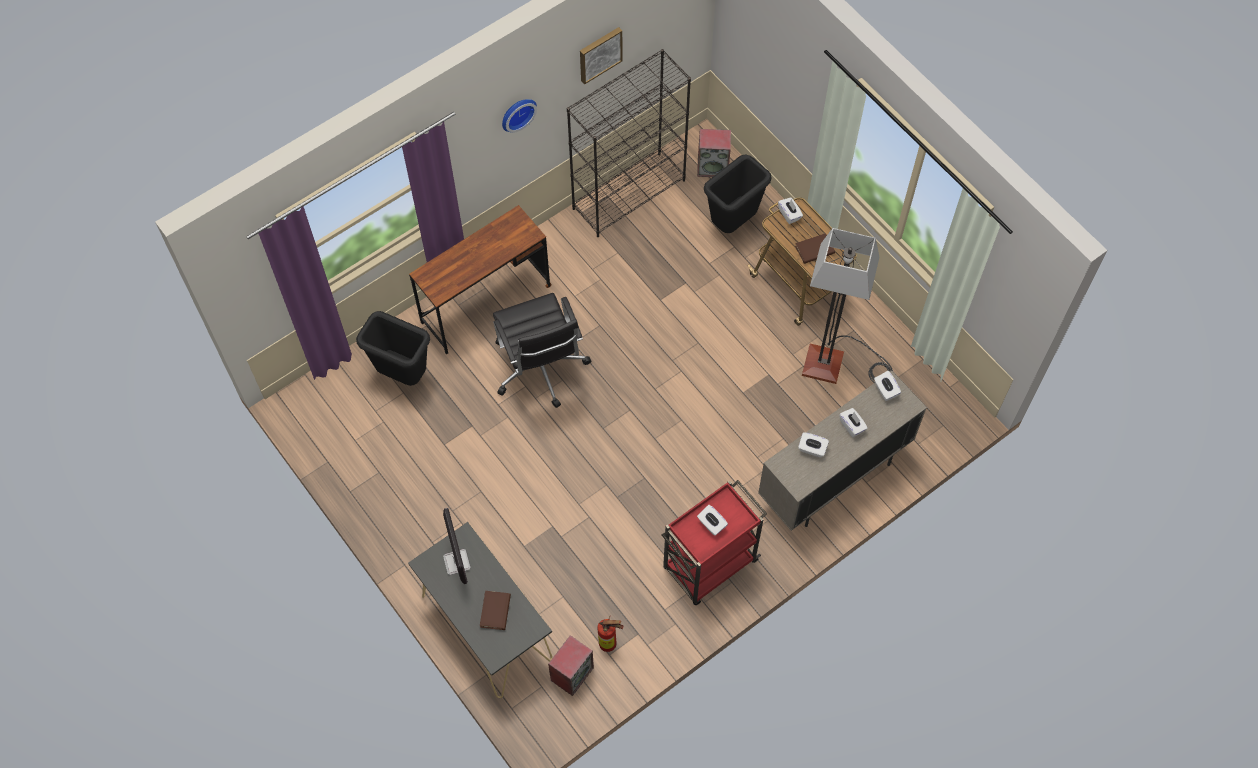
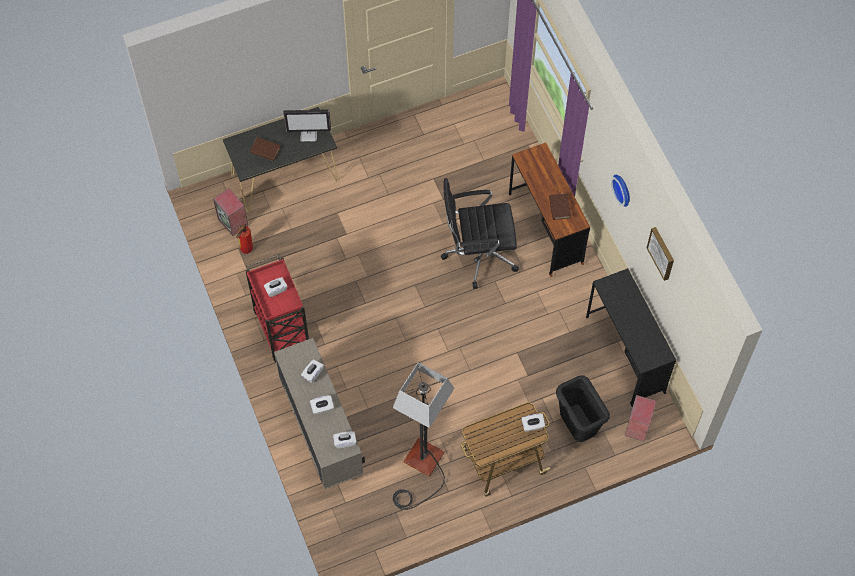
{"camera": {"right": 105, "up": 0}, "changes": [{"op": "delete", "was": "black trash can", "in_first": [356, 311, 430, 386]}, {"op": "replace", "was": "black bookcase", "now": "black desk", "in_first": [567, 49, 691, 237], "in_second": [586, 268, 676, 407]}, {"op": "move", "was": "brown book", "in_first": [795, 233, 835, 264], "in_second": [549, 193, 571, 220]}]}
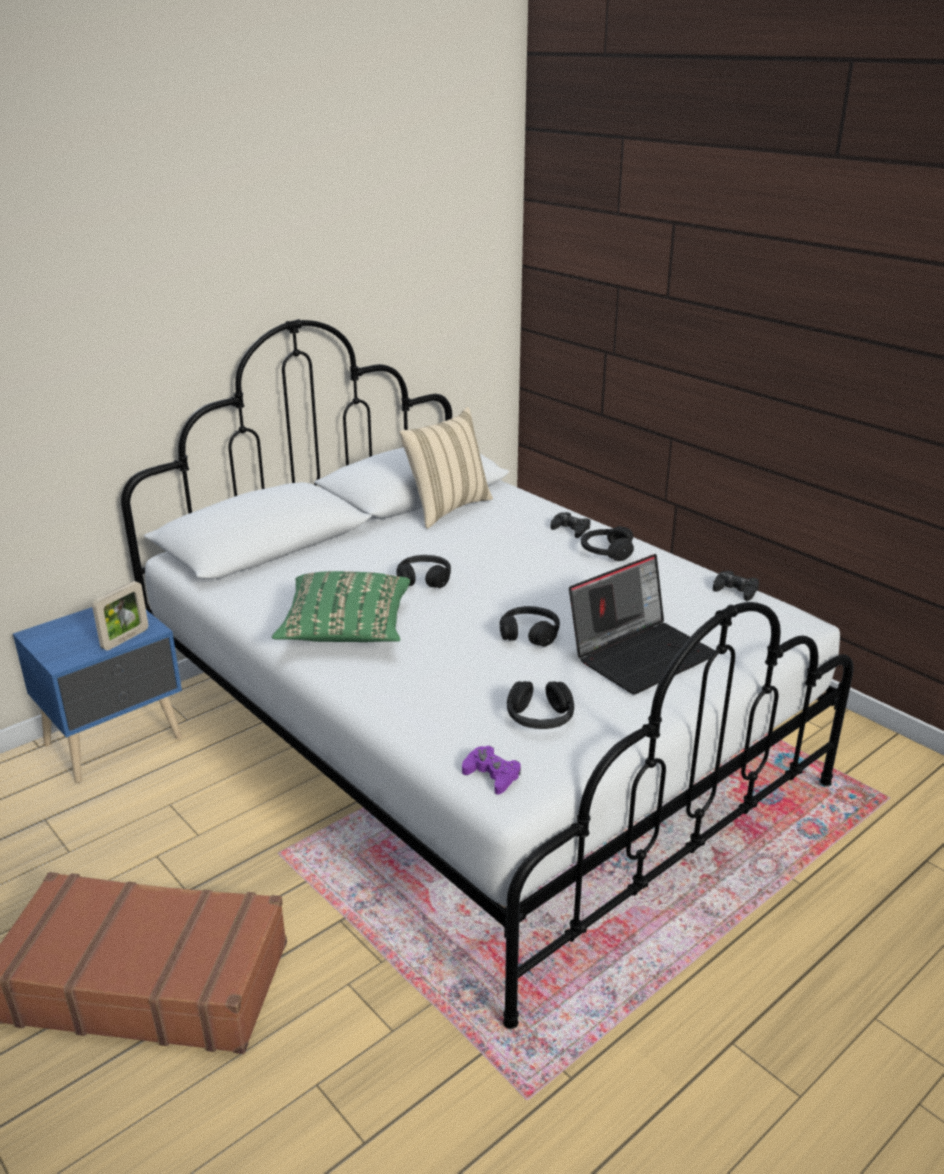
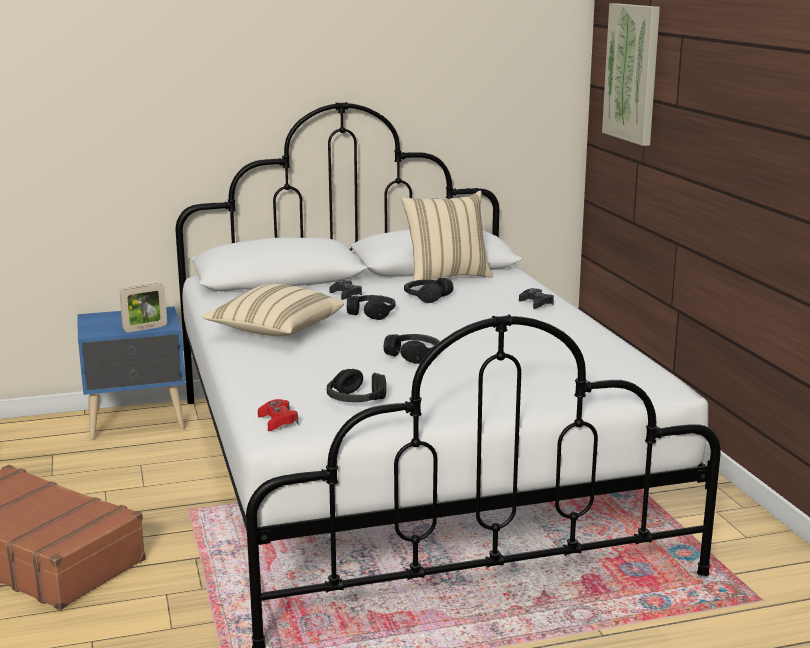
{"camera": {"right": 25, "up": -10}, "changes": [{"op": "recolor", "was": "green pillow", "now": "beige pillow", "in_first": [272, 571, 410, 642], "in_second": [202, 284, 344, 336]}, {"op": "recolor", "was": "purple game controller", "now": "red game controller", "in_first": [462, 746, 521, 795], "in_second": [258, 399, 298, 431]}, {"op": "delete", "was": "laptop", "in_first": [569, 554, 715, 695]}, {"op": "move", "was": "black headphones", "in_first": [581, 526, 634, 561], "in_second": [404, 278, 453, 303]}, {"op": "move", "was": "black game controller", "in_first": [713, 571, 759, 601], "in_second": [330, 280, 362, 300]}, {"op": "insert", "now": "picture", "in_second": [602, 3, 660, 146]}]}
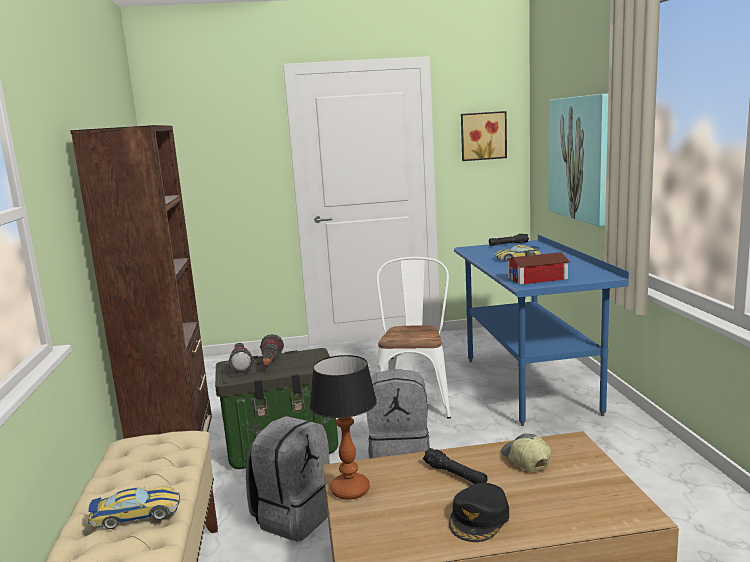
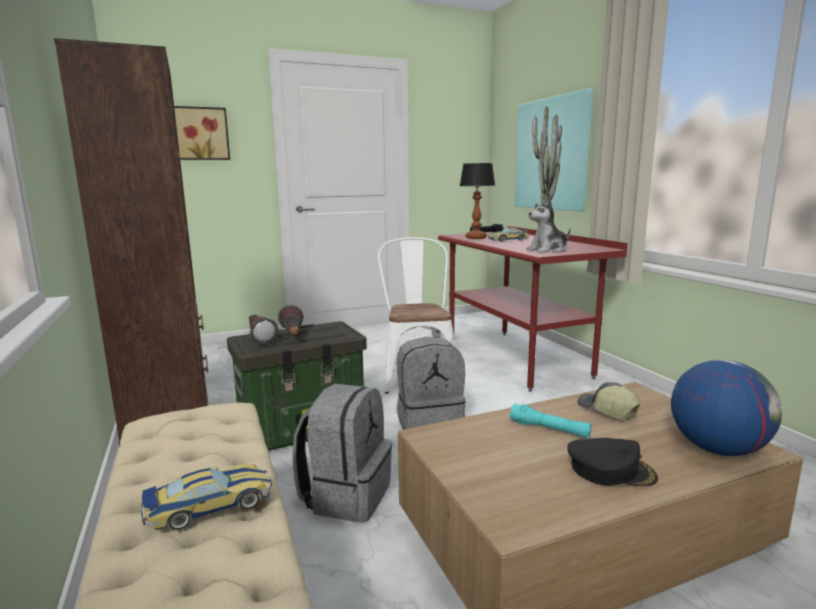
{"camera": {"right": -15, "up": 0}, "changes": [{"op": "move", "was": "table lamp", "in_first": [310, 355, 377, 500], "in_second": [460, 163, 495, 239]}, {"op": "recolor", "was": "black flashlight", "now": "turquoise flashlight", "in_first": [423, 448, 488, 484], "in_second": [509, 404, 591, 438]}, {"op": "rotate", "was": "black cap", "in_first": [449, 483, 509, 542], "in_second": [567, 438, 658, 486], "clockwise": -90}, {"op": "recolor", "was": "blue desk", "now": "red desk", "in_first": [454, 235, 629, 426], "in_second": [438, 226, 628, 392]}, {"op": "move", "was": "picture", "in_first": [461, 111, 507, 161], "in_second": [174, 106, 230, 160]}, {"op": "replace", "was": "toy house", "now": "plush toy", "in_first": [506, 251, 570, 285], "in_second": [526, 197, 571, 253]}, {"op": "insert", "now": "globe", "in_second": [671, 360, 782, 456]}]}
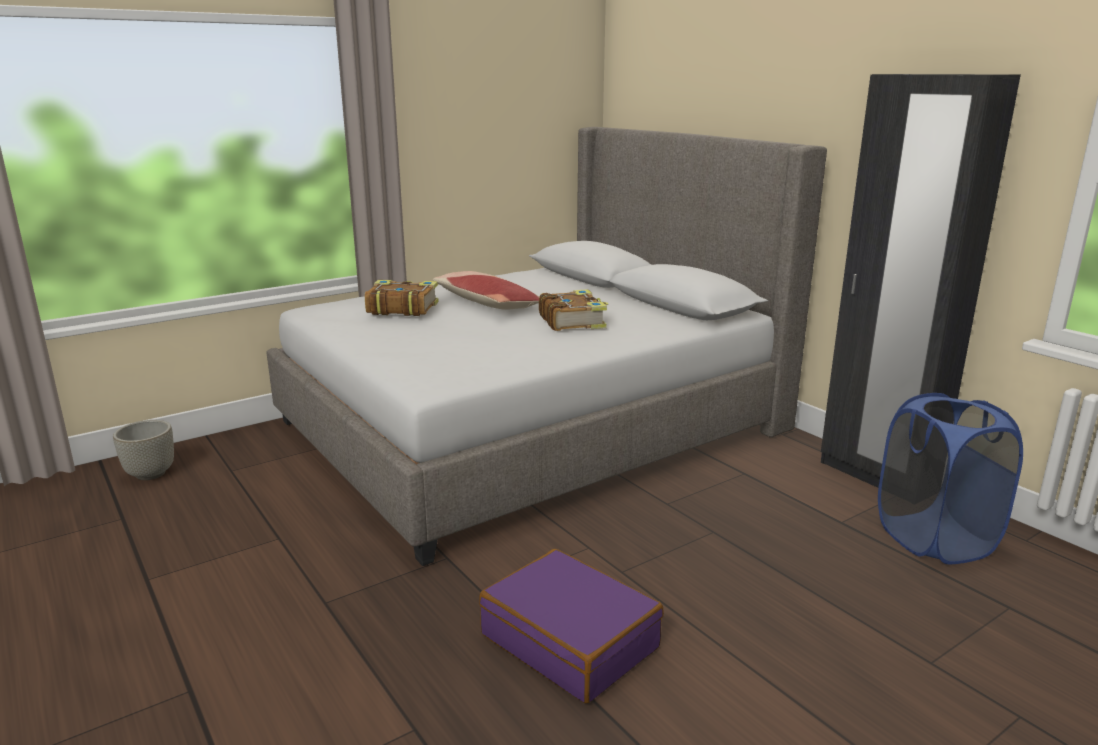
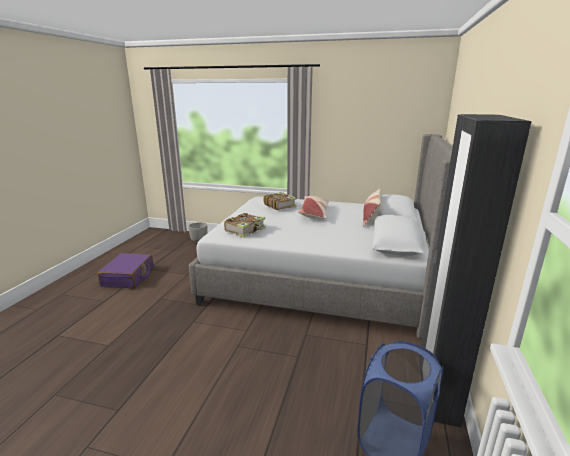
{"camera": {"right": 50, "up": 0}, "changes": [{"op": "move", "was": "purple suitcase", "in_first": [479, 549, 664, 703], "in_second": [97, 253, 154, 288]}, {"op": "move", "was": "book", "in_first": [539, 289, 608, 331], "in_second": [224, 213, 266, 237]}, {"op": "insert", "now": "pillow", "in_second": [363, 188, 381, 227]}]}
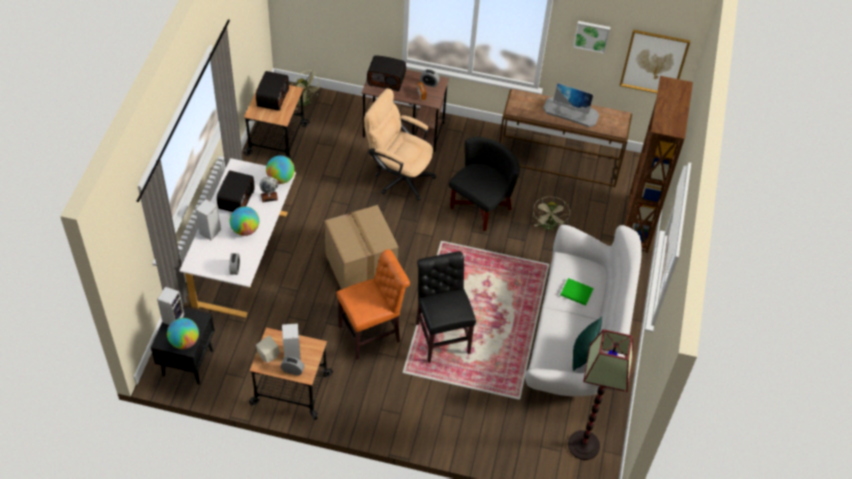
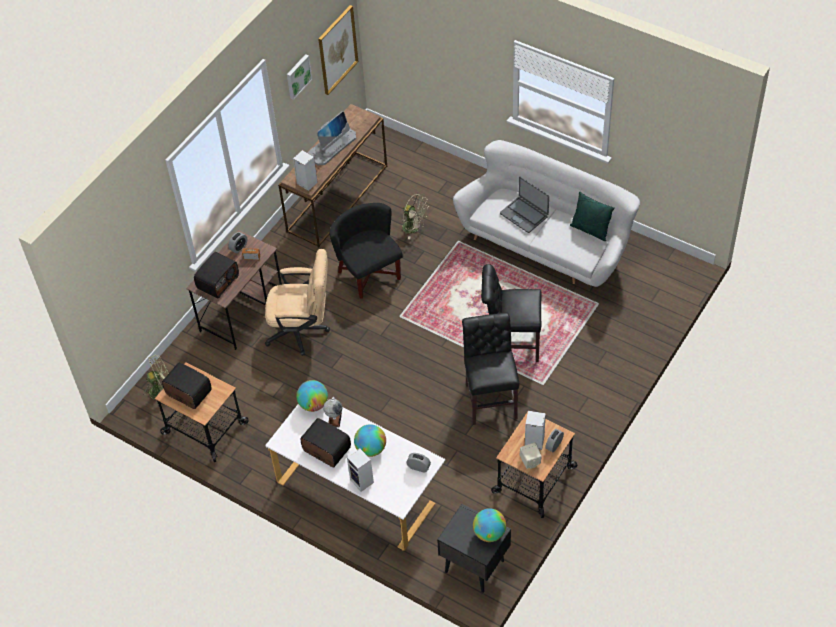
{"camera": {"right": -65, "up": 0}, "changes": [{"op": "move", "was": "speaker", "in_first": [157, 287, 184, 325], "in_second": [293, 150, 318, 191]}, {"op": "delete", "was": "cardboard box", "in_first": [324, 205, 399, 290]}, {"op": "recolor", "was": "orange chair", "now": "black chair", "in_first": [337, 249, 410, 360], "in_second": [462, 313, 520, 425]}, {"op": "rotate", "was": "beige office chair", "in_first": [364, 88, 436, 201], "in_second": [265, 249, 330, 356], "clockwise": -135}, {"op": "replace", "was": "green book", "now": "laptop", "in_first": [560, 278, 594, 306], "in_second": [500, 177, 549, 233]}, {"op": "delete", "was": "floor lamp", "in_first": [568, 329, 633, 460]}, {"op": "delete", "was": "brown bookcase", "in_first": [625, 76, 693, 253]}]}
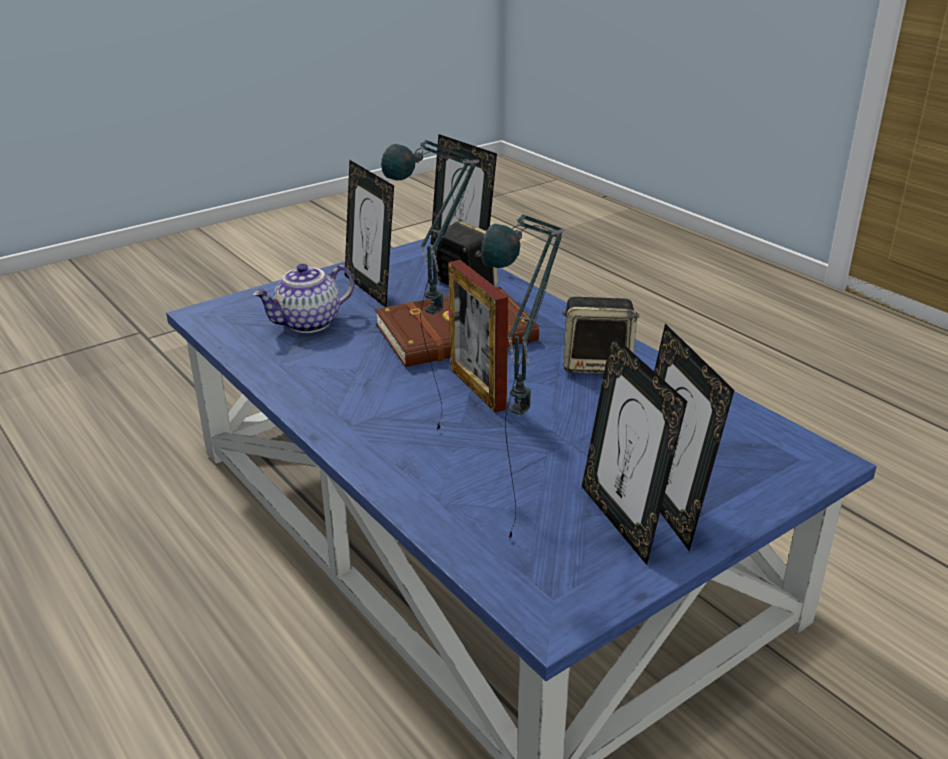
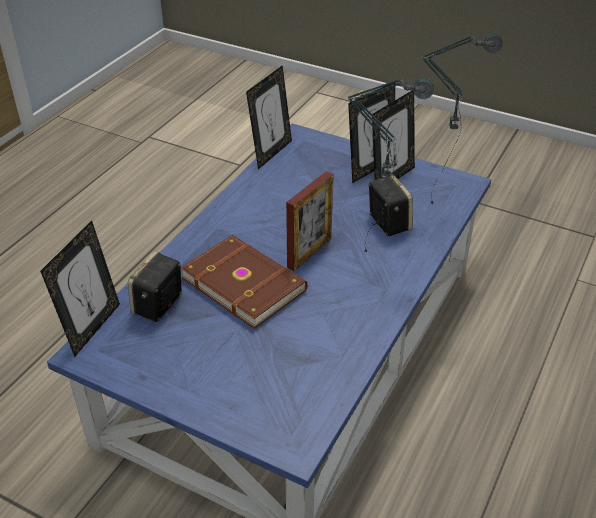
{"camera": {"right": -115, "up": 10}, "changes": [{"op": "delete", "was": "teapot", "in_first": [253, 264, 354, 333]}, {"op": "move", "was": "picture frame", "in_first": [345, 160, 394, 307], "in_second": [246, 65, 292, 169]}, {"op": "move", "was": "speaker", "in_first": [563, 297, 640, 374], "in_second": [368, 174, 413, 236]}]}
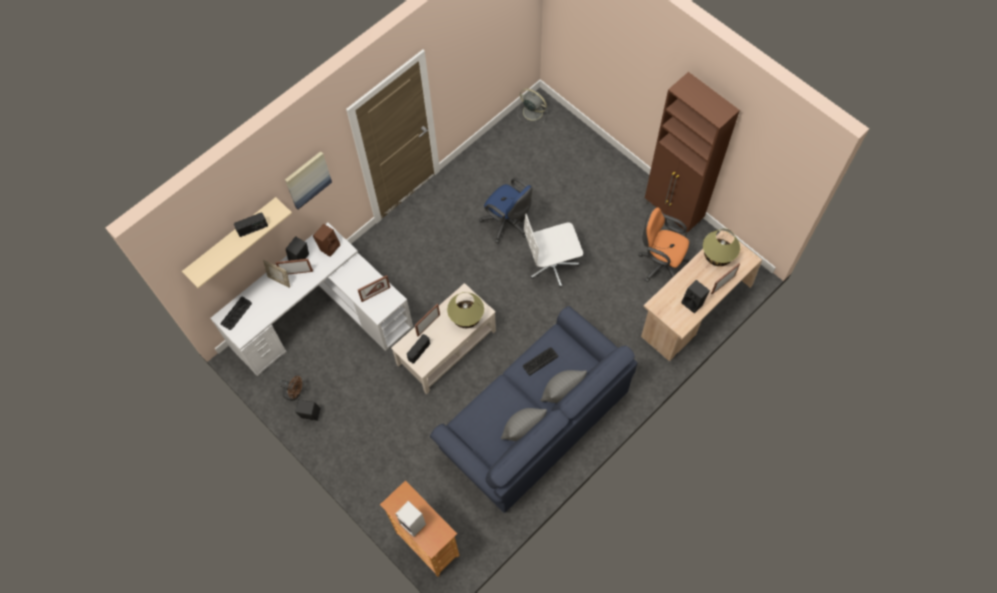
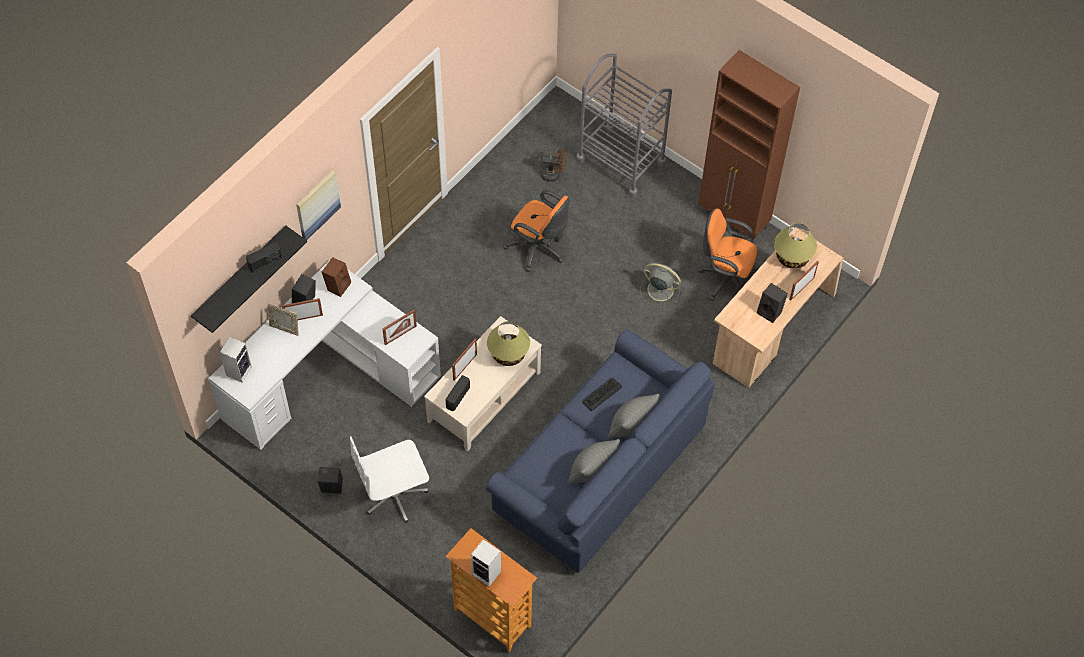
{"camera": {"right": -10, "up": -5}, "changes": [{"op": "recolor", "was": "beige shelf", "now": "black shelf", "in_first": [182, 197, 292, 288], "in_second": [191, 226, 307, 333]}, {"op": "replace", "was": "keyboard", "now": "speaker", "in_first": [220, 296, 252, 330], "in_second": [220, 337, 252, 383]}, {"op": "move", "was": "brown fan", "in_first": [279, 376, 302, 401], "in_second": [541, 149, 567, 182]}, {"op": "recolor", "was": "blue office chair", "now": "orange office chair", "in_first": [479, 178, 533, 243], "in_second": [503, 190, 570, 272]}, {"op": "move", "was": "grey fan", "in_first": [517, 89, 548, 123], "in_second": [640, 263, 681, 305]}, {"op": "move", "was": "white office chair", "in_first": [524, 214, 583, 287], "in_second": [350, 436, 429, 523]}, {"op": "insert", "now": "grey cart", "in_second": [576, 54, 672, 198]}]}
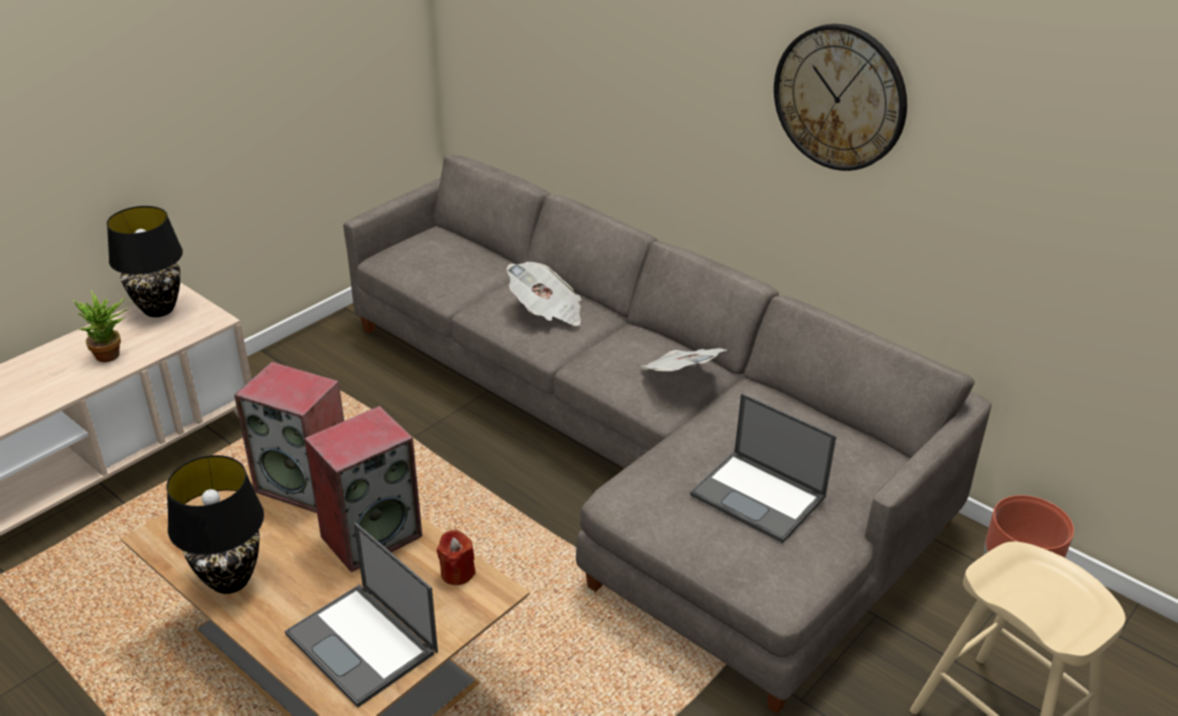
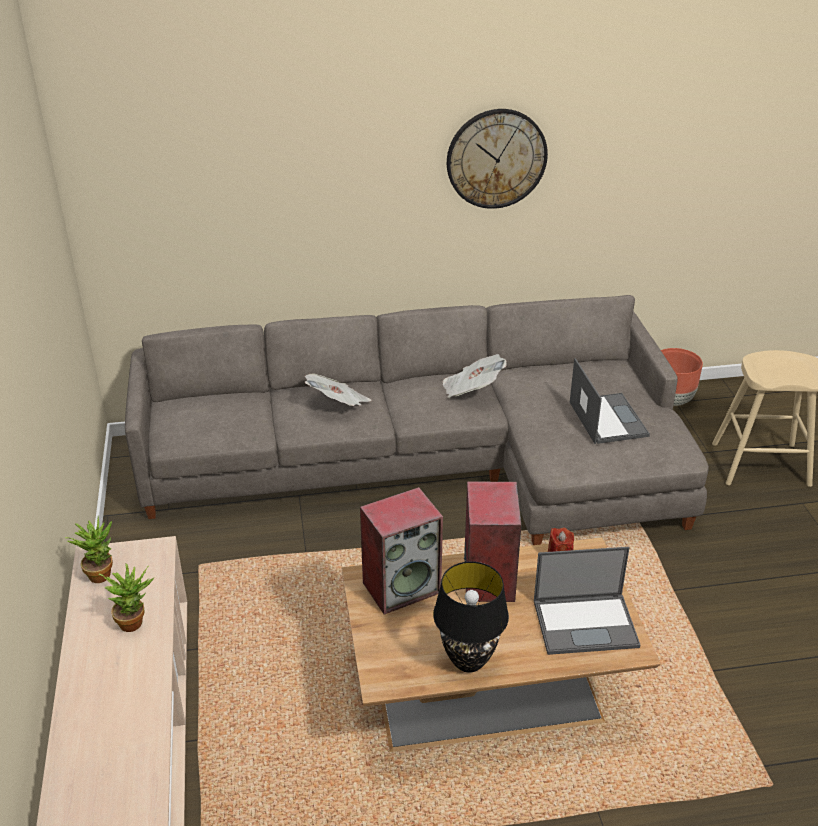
{"camera": {"right": -50, "up": 0}, "changes": [{"op": "replace", "was": "black table lamp", "now": "potted plant", "in_first": [107, 206, 183, 317], "in_second": [65, 515, 113, 583]}, {"op": "rotate", "was": "laptop", "in_first": [690, 393, 837, 543], "in_second": [570, 358, 650, 444], "clockwise": -90}]}
